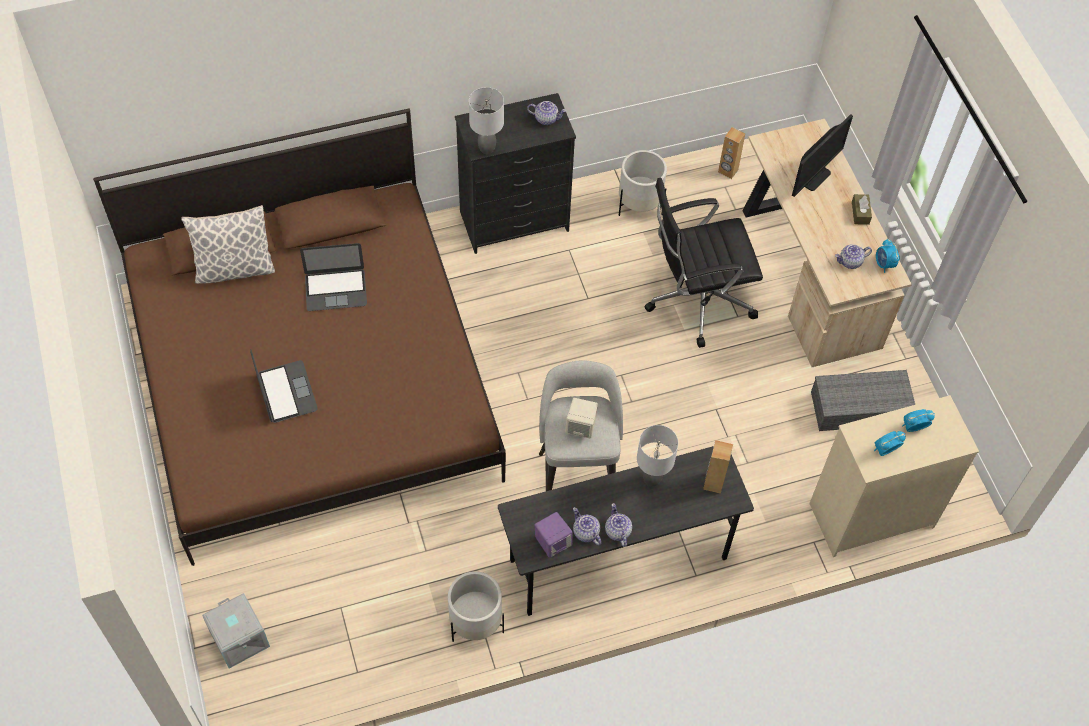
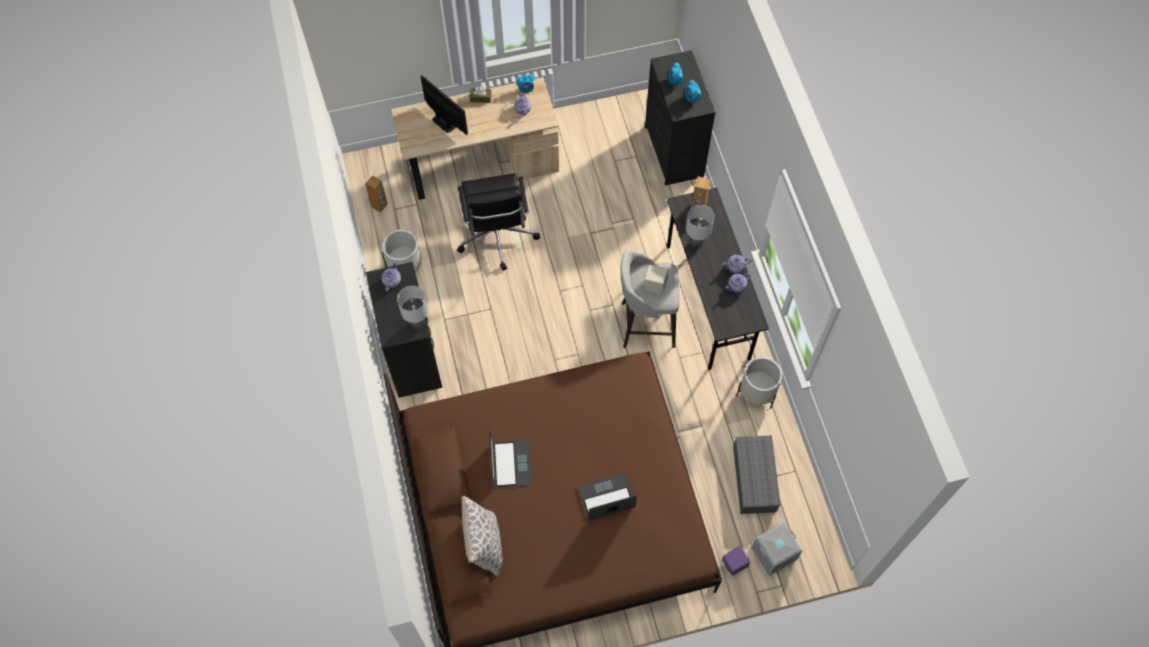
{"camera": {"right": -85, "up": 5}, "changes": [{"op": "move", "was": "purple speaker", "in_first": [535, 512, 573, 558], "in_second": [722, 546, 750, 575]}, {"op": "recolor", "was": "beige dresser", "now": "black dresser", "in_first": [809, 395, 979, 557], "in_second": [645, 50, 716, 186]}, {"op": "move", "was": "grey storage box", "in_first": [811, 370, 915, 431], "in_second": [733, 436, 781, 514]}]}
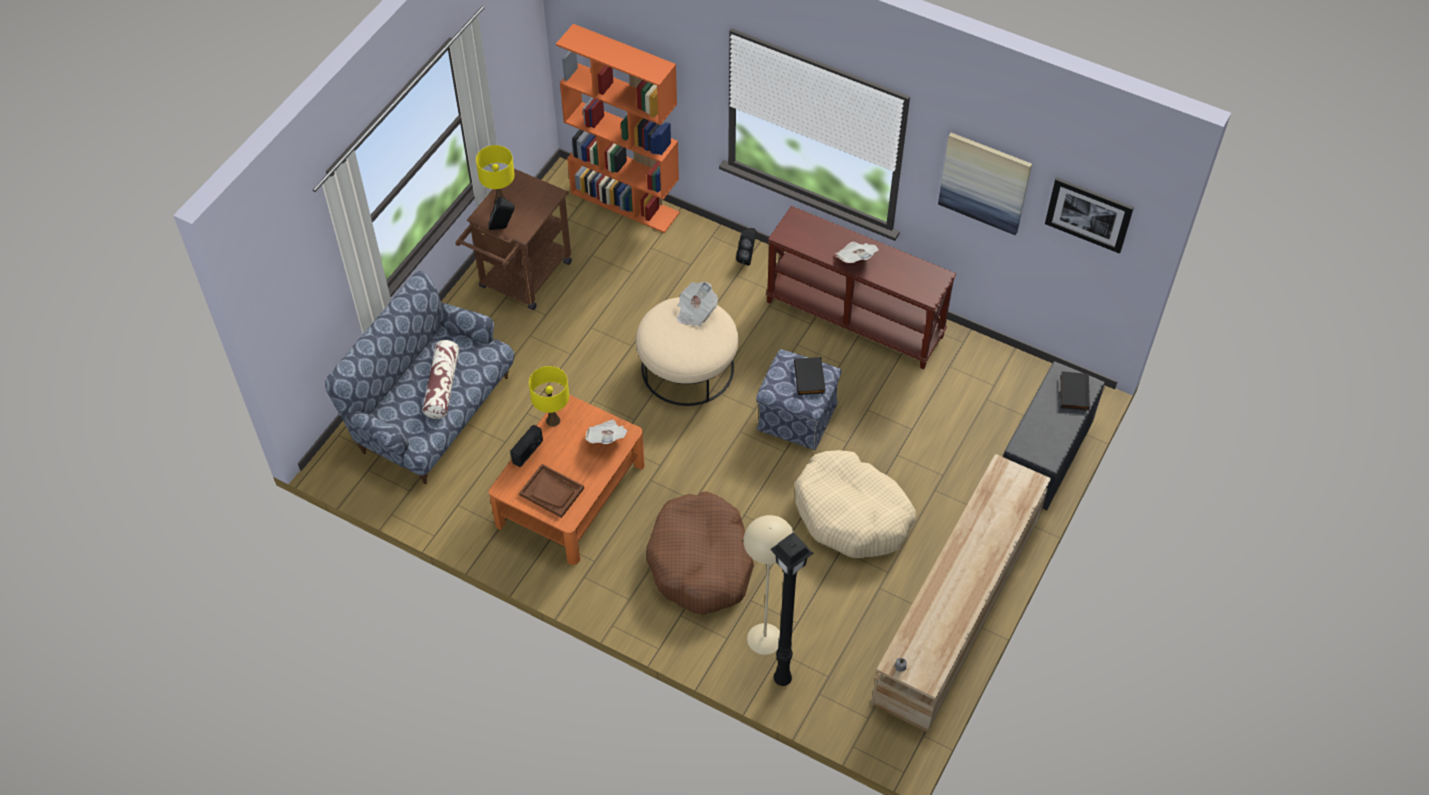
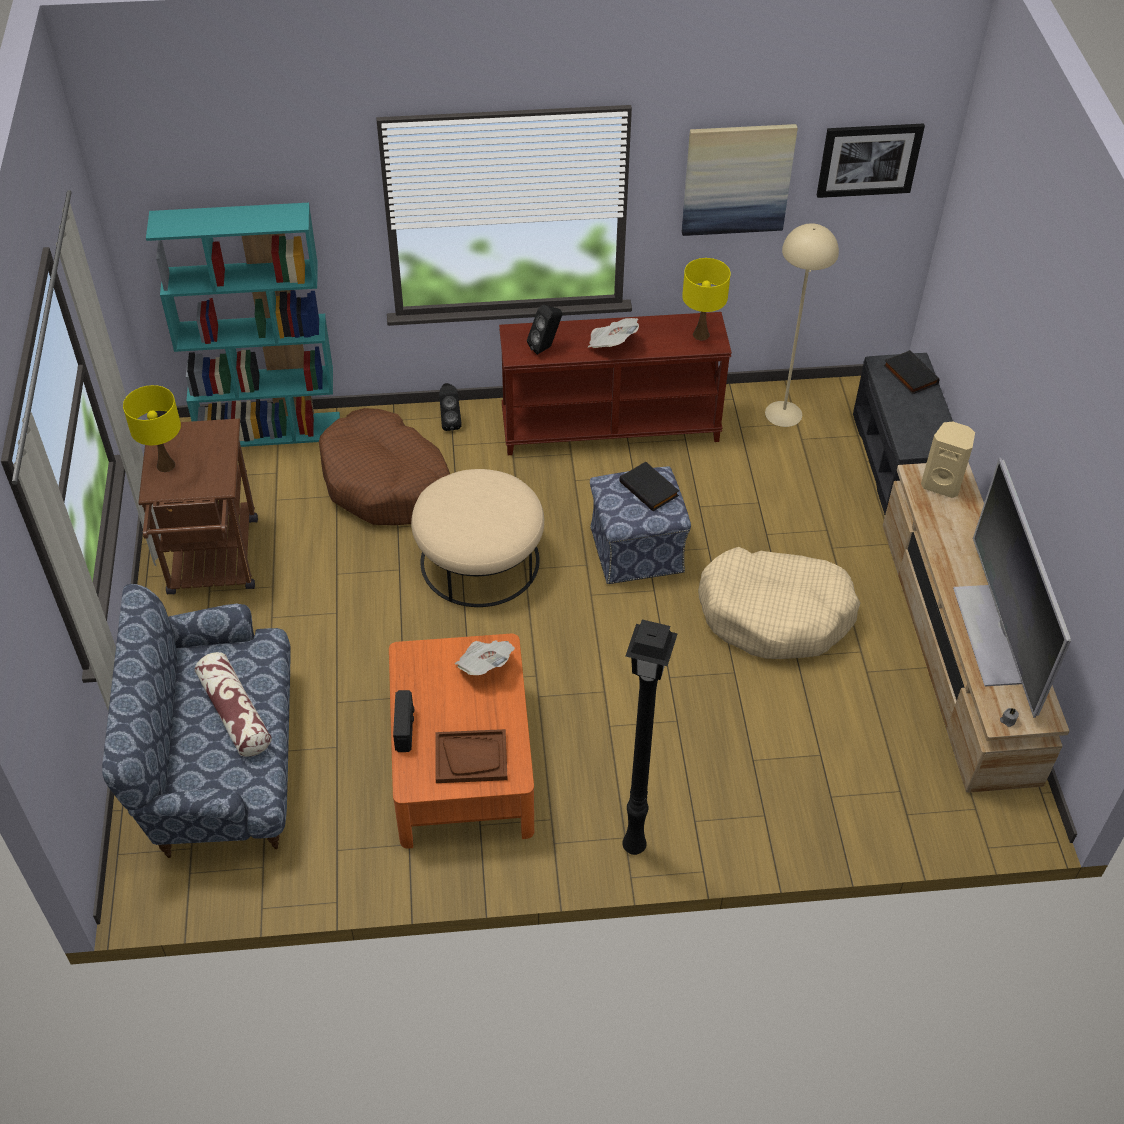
{"camera": {"right": -35, "up": -5}, "changes": [{"op": "move", "was": "black speaker", "in_first": [488, 196, 514, 230], "in_second": [527, 305, 562, 355]}, {"op": "move", "was": "yellow table lamp", "in_first": [529, 366, 569, 427], "in_second": [682, 258, 731, 340]}, {"op": "recolor", "was": "orange bookcase", "now": "turquoise bookcase", "in_first": [556, 24, 680, 233], "in_second": [146, 203, 340, 447]}, {"op": "move", "was": "brown dog bed", "in_first": [646, 491, 754, 615], "in_second": [319, 408, 450, 525]}, {"op": "delete", "was": "newspaper", "in_first": [677, 282, 718, 327]}, {"op": "move", "was": "beige floor lamp", "in_first": [743, 515, 794, 655], "in_second": [765, 223, 839, 427]}, {"op": "move", "was": "black floor lamp", "in_first": [770, 532, 813, 686], "in_second": [622, 620, 678, 855]}, {"op": "insert", "now": "beige speaker", "in_second": [921, 422, 975, 498]}, {"op": "insert", "now": "television", "in_second": [953, 458, 1071, 718]}]}
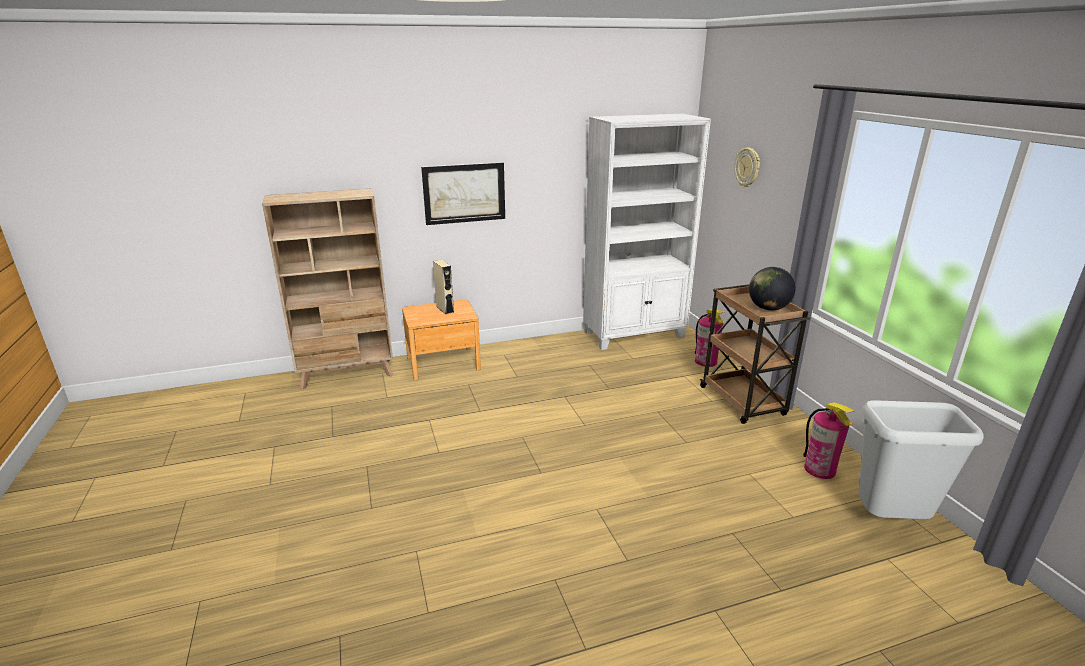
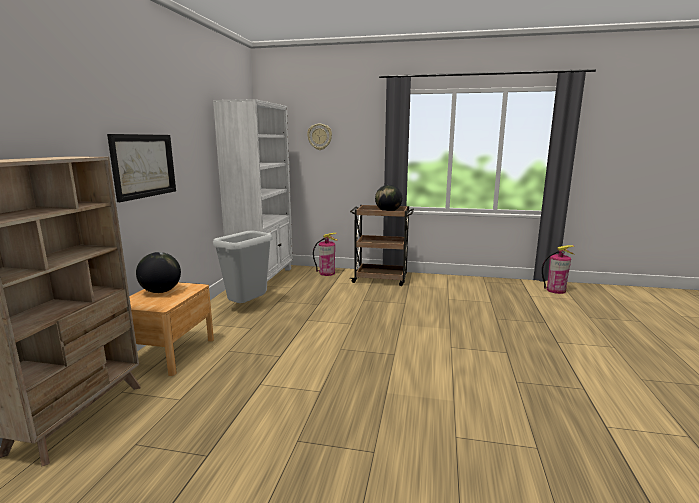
{"camera": {"right": -60, "up": -10}, "changes": [{"op": "replace", "was": "beige speaker", "now": "globe", "in_first": [433, 260, 454, 314], "in_second": [136, 252, 181, 293]}, {"op": "move", "was": "fire extinguisher", "in_first": [803, 402, 854, 479], "in_second": [542, 245, 575, 294]}, {"op": "move", "was": "grey trash can", "in_first": [858, 400, 984, 519], "in_second": [213, 231, 272, 303]}]}
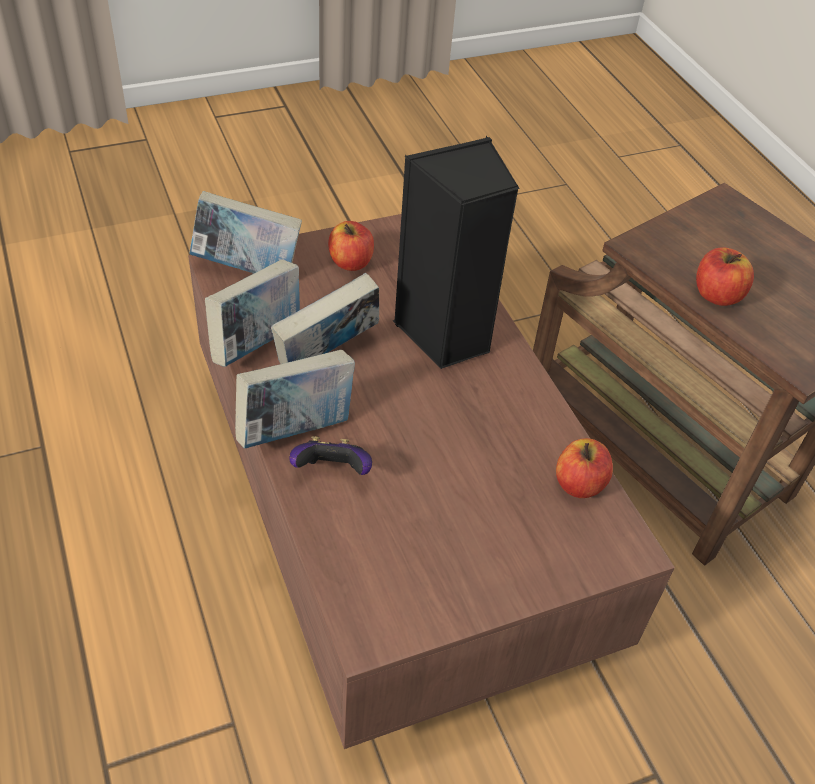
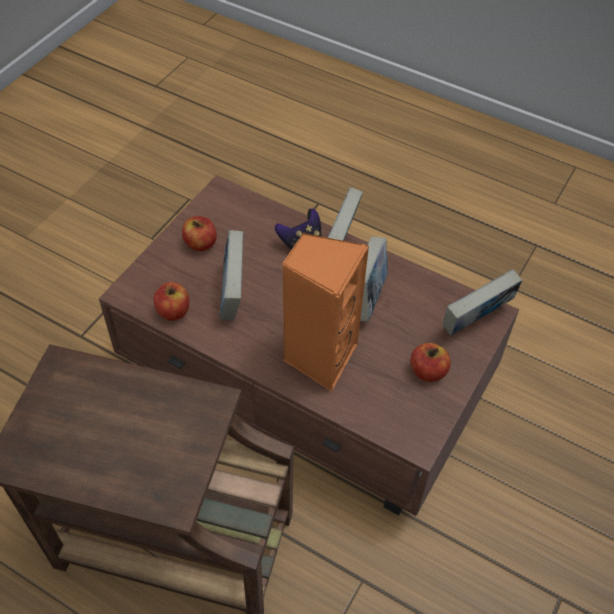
{"camera": {"right": 145, "up": 5}, "changes": [{"op": "move", "was": "book", "in_first": [205, 260, 300, 367], "in_second": [220, 230, 243, 320]}, {"op": "recolor", "was": "black speaker", "now": "orange speaker", "in_first": [393, 136, 520, 369], "in_second": [282, 233, 369, 392]}, {"op": "move", "was": "apple", "in_first": [696, 247, 754, 306], "in_second": [182, 216, 217, 251]}]}
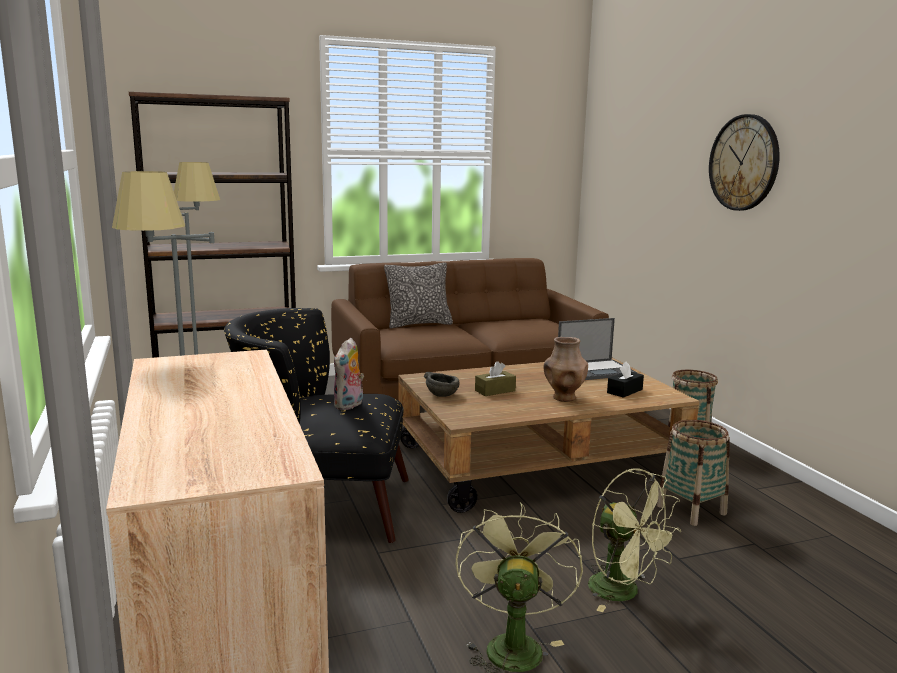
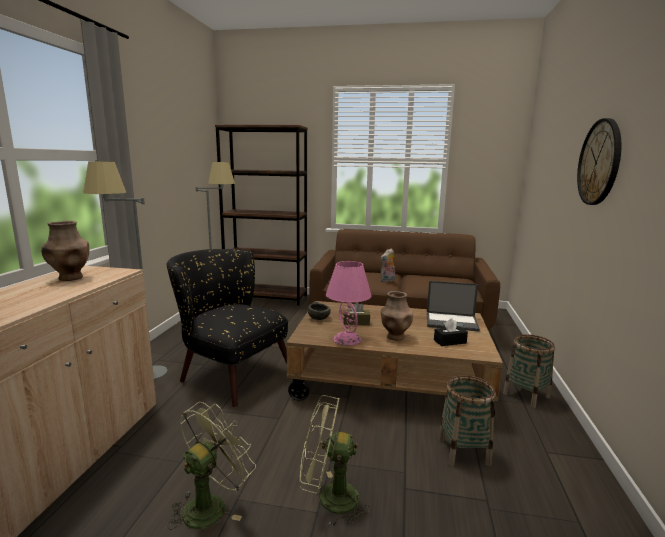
{"camera": {"right": 30, "up": 0}, "changes": [{"op": "move", "was": "plush toy", "in_first": [334, 338, 364, 410], "in_second": [380, 249, 395, 282]}, {"op": "delete", "was": "pillow", "in_first": [384, 262, 453, 328]}, {"op": "rotate", "was": "green fan", "in_first": [588, 469, 681, 612], "in_second": [299, 395, 371, 527], "clockwise": 105}, {"op": "insert", "now": "brown vase", "in_second": [41, 221, 89, 281]}, {"op": "insert", "now": "pink table lamp", "in_second": [326, 261, 372, 345]}]}
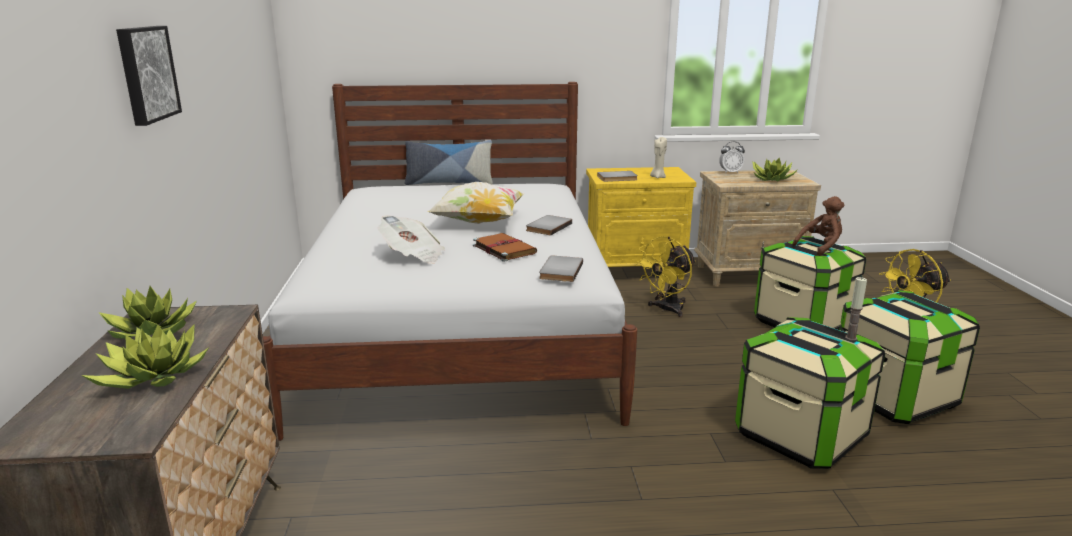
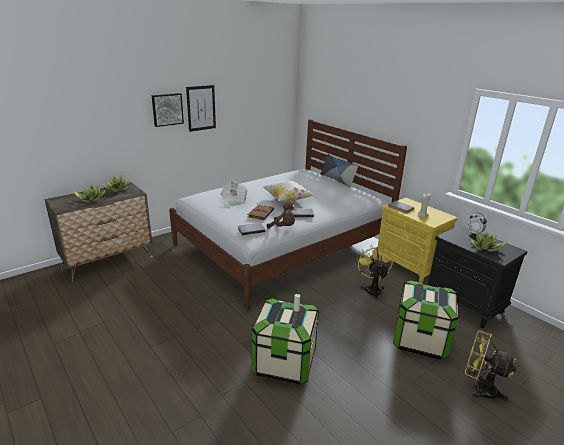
{"camera": {"right": 55, "up": 5}, "changes": [{"op": "rotate", "was": "yellow fan", "in_first": [635, 236, 696, 317], "in_second": [357, 244, 393, 301], "clockwise": 75}, {"op": "recolor", "was": "beige nightstand", "now": "black nightstand", "in_first": [694, 170, 821, 287], "in_second": [428, 225, 528, 328]}, {"op": "move", "was": "brown plush toy", "in_first": [793, 196, 845, 256], "in_second": [267, 201, 295, 229]}, {"op": "delete", "was": "storage box", "in_first": [839, 290, 980, 424]}, {"op": "insert", "now": "picture", "in_second": [186, 85, 216, 132]}]}
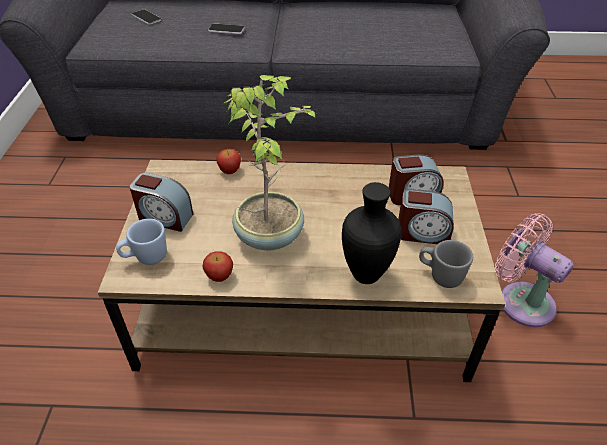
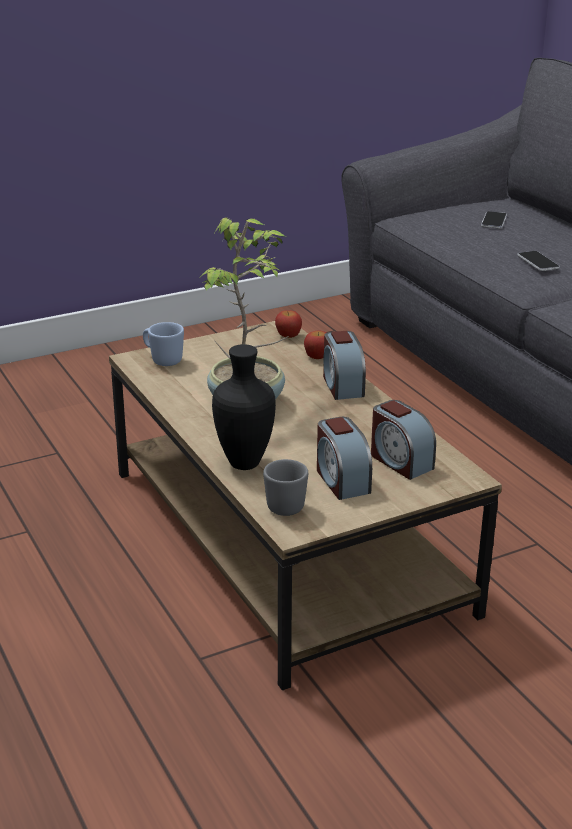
{"camera": {"right": 60, "up": -15}, "changes": [{"op": "move", "was": "alarm clock", "in_first": [130, 173, 193, 232], "in_second": [323, 331, 366, 400]}, {"op": "move", "was": "apple", "in_first": [203, 251, 233, 282], "in_second": [275, 310, 302, 338]}, {"op": "delete", "was": "pink fan", "in_first": [495, 213, 574, 327]}]}
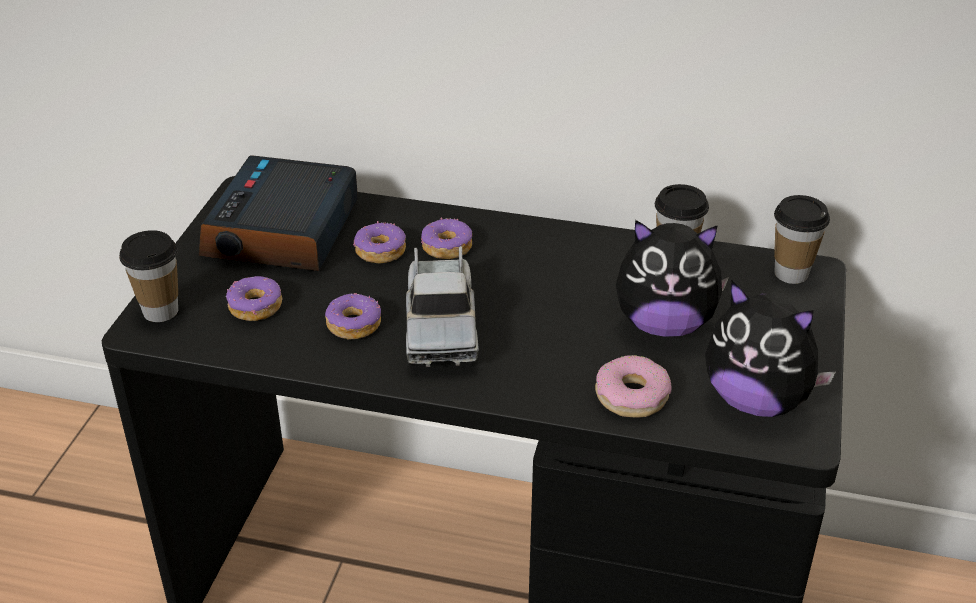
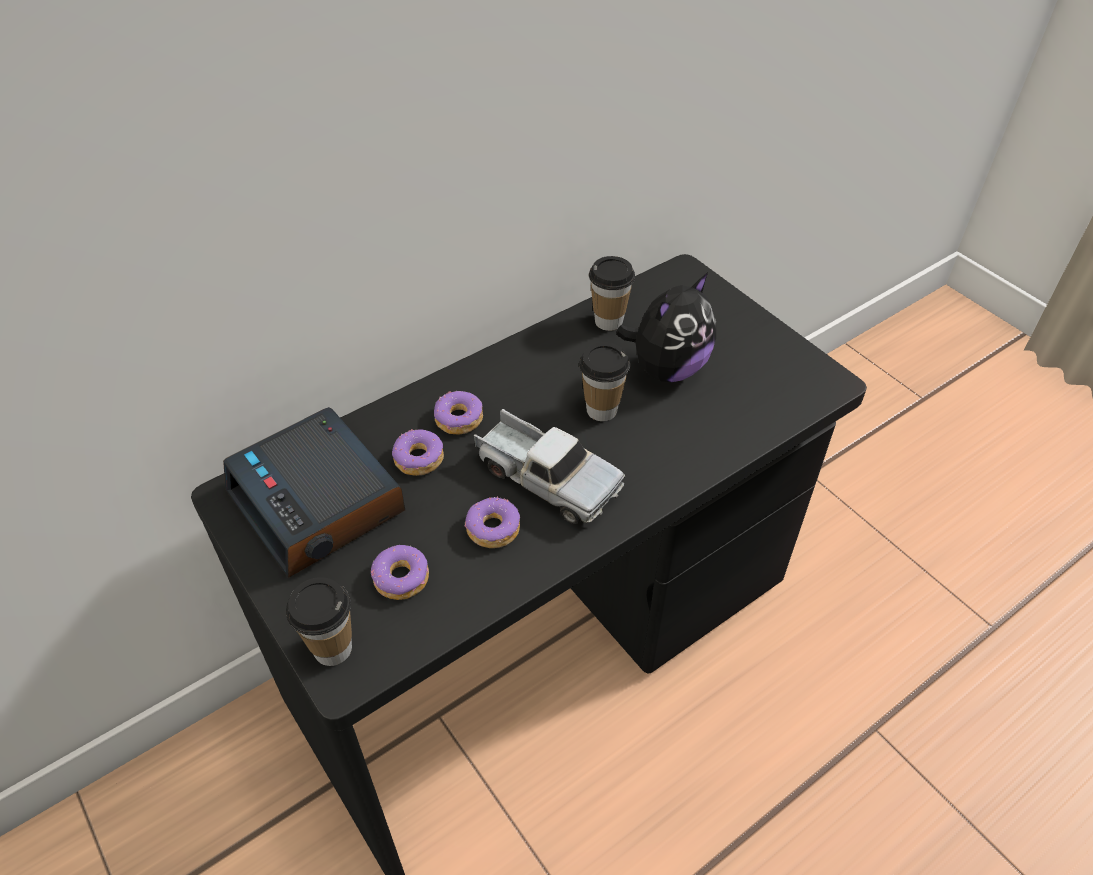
{"camera": {"right": -50, "up": 10}, "changes": [{"op": "delete", "was": "donut", "in_first": [595, 355, 672, 418]}, {"op": "delete", "was": "plush toy", "in_first": [705, 280, 836, 417]}, {"op": "move", "was": "cup", "in_first": [774, 195, 830, 284], "in_second": [579, 342, 630, 421]}]}
